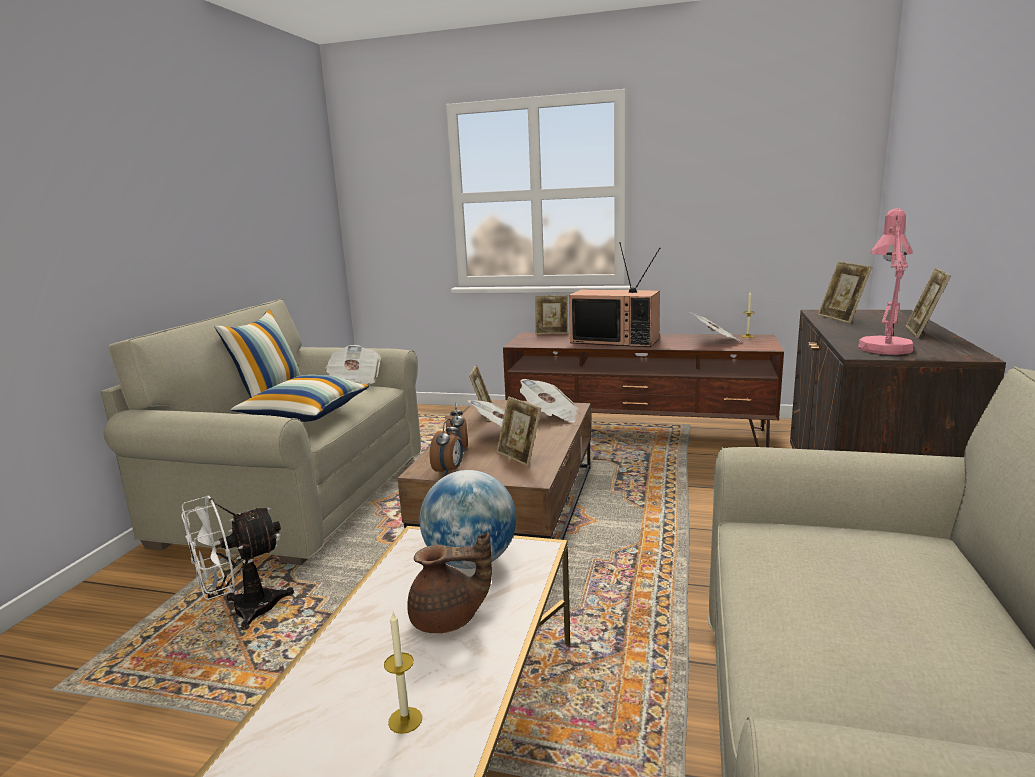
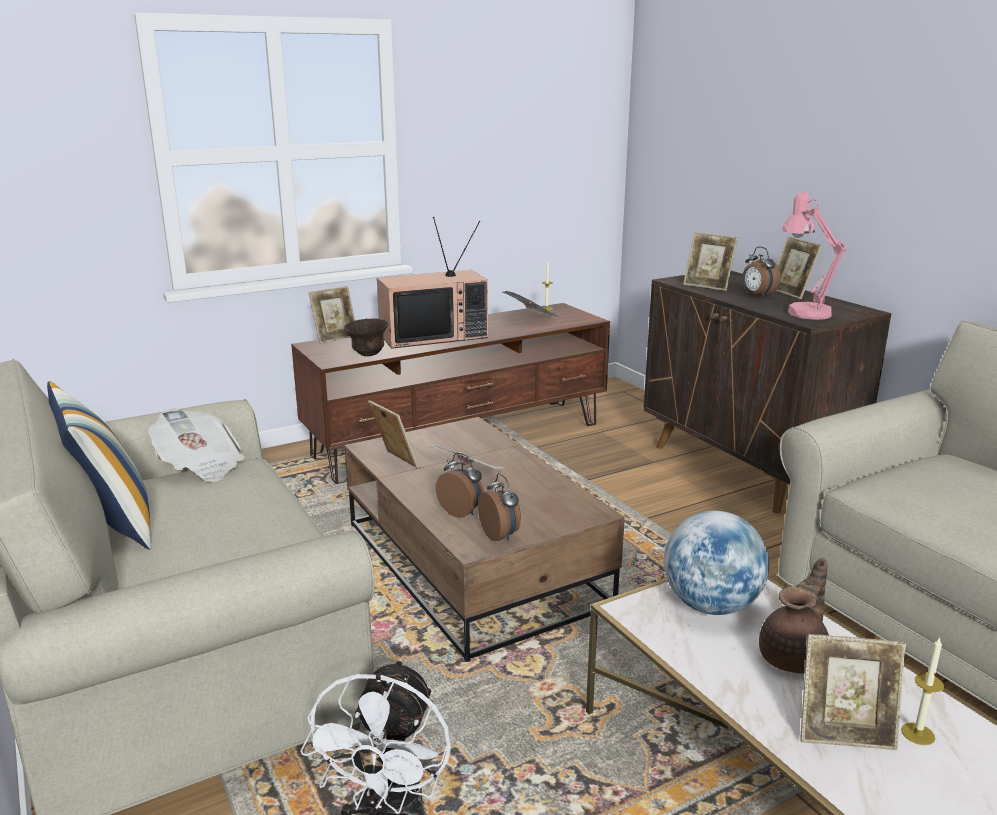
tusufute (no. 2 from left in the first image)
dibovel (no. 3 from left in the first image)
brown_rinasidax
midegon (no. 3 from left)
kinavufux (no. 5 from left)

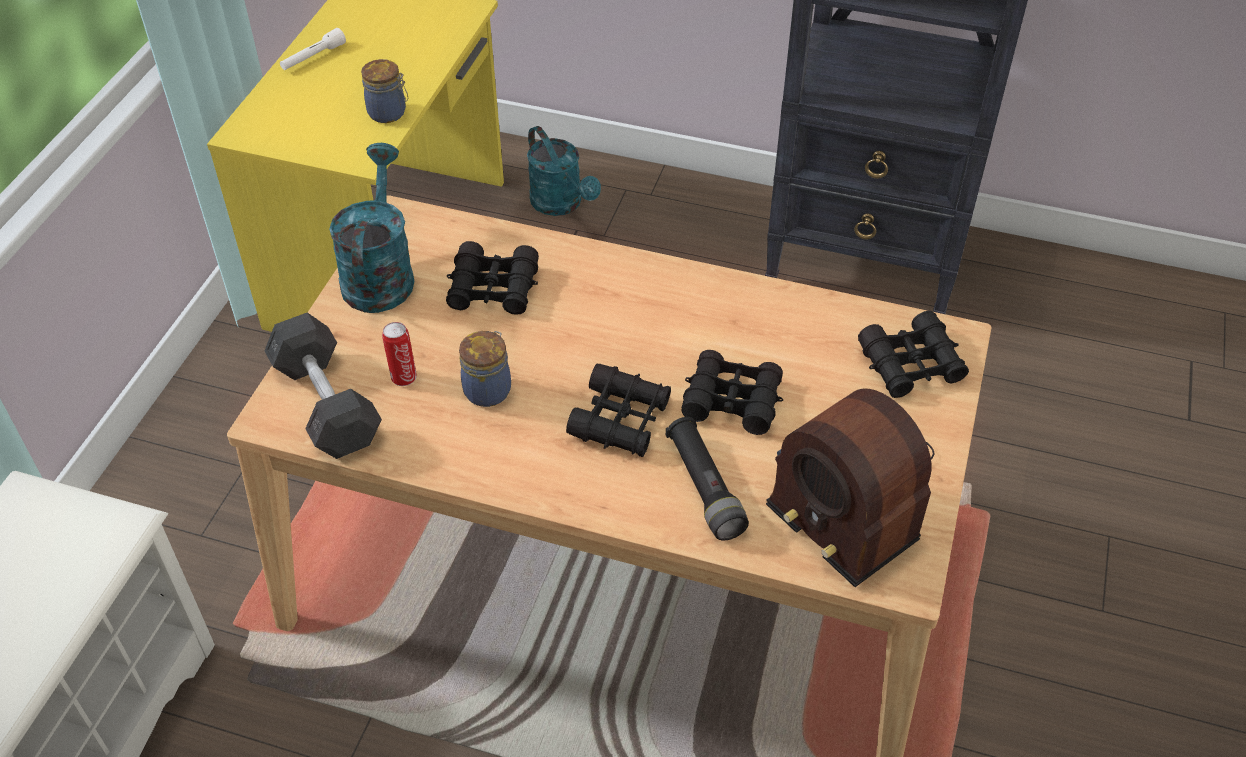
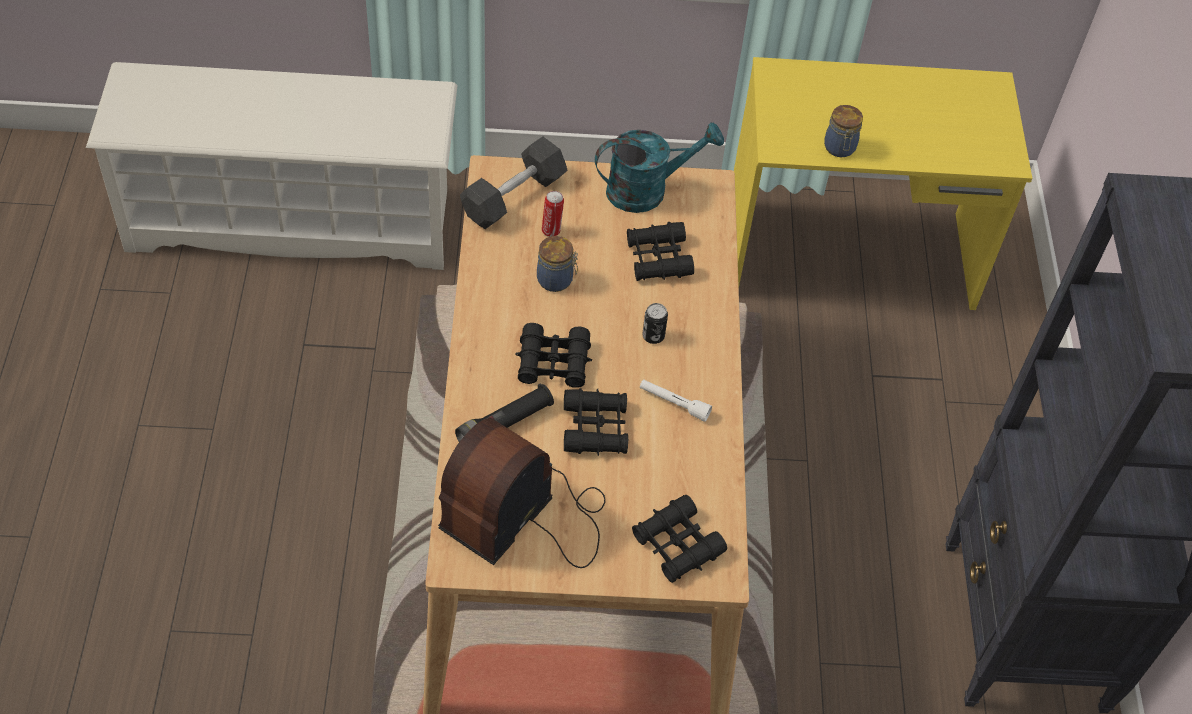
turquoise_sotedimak (no. 2 from left in the first image)
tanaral (no. 2 from left)
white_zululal

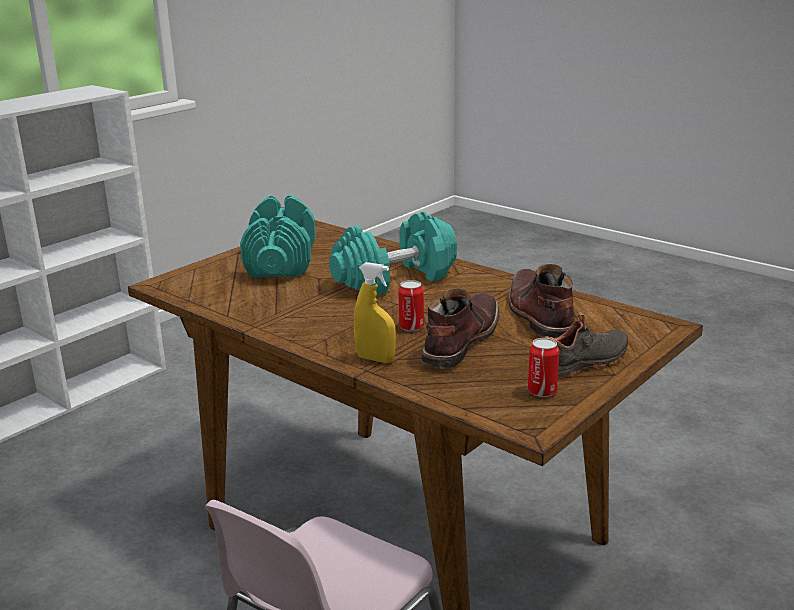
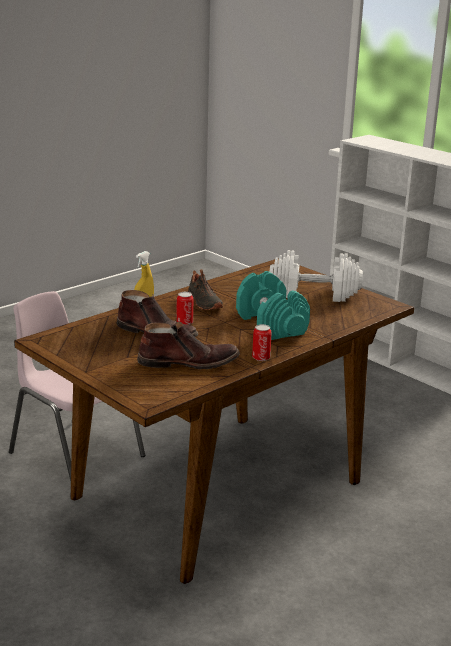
tanaral (no. 2 from left)
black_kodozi
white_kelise

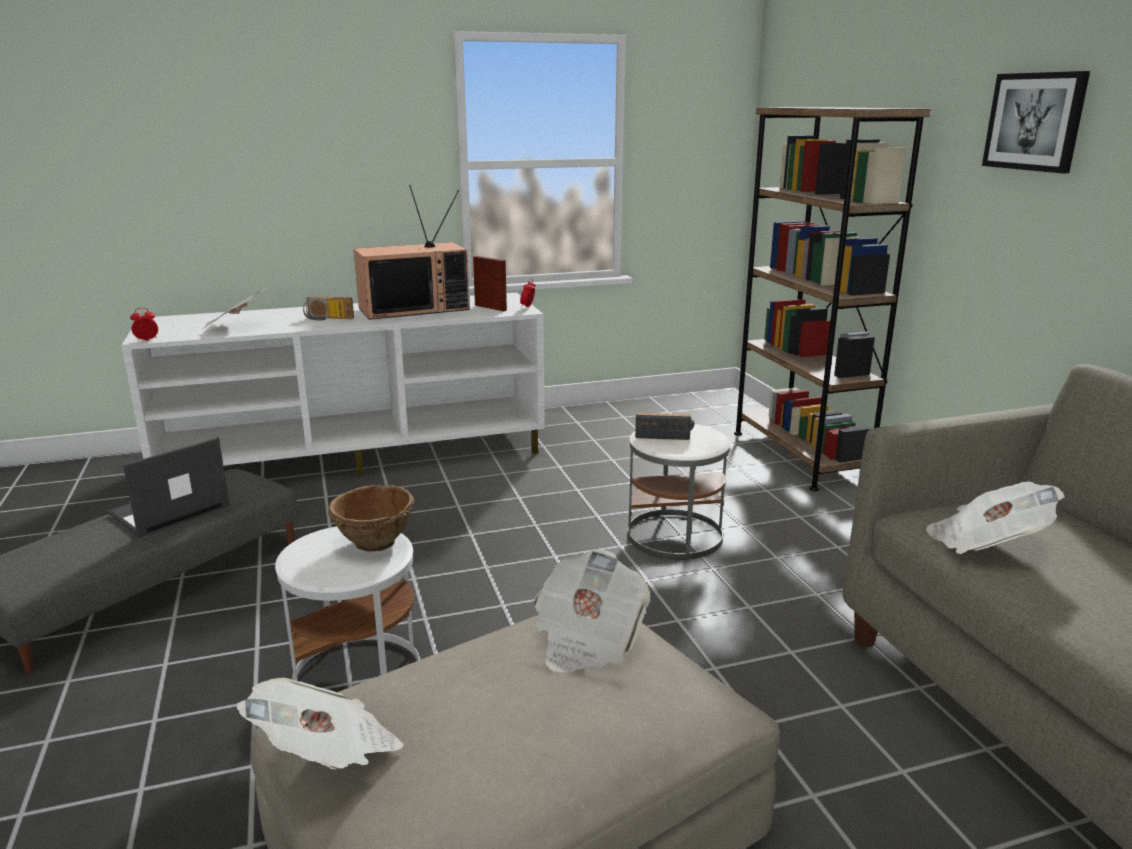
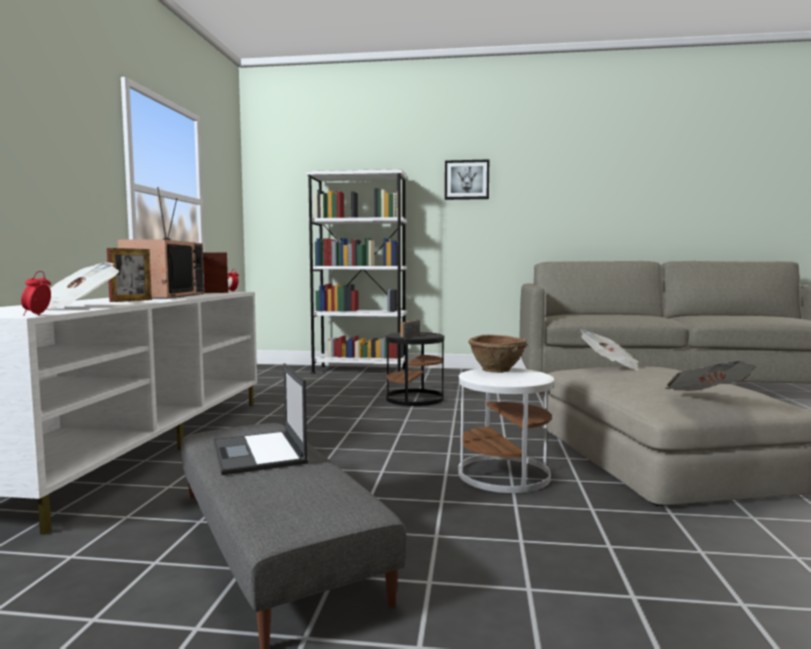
dibovel (no. 4 from left in the first image)
kinavufux (no. 1 from left)
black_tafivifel
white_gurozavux

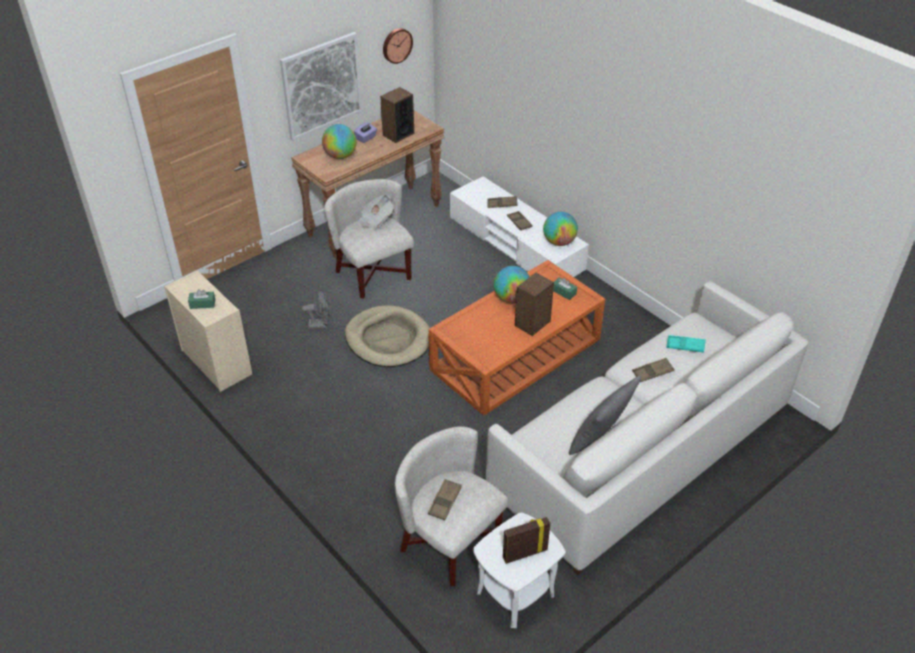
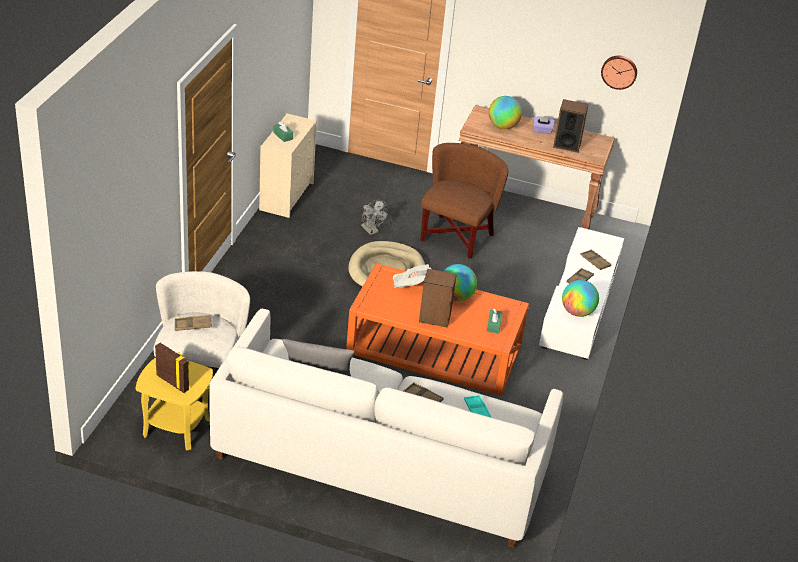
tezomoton
dibovel
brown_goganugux
yellow_tafivifel

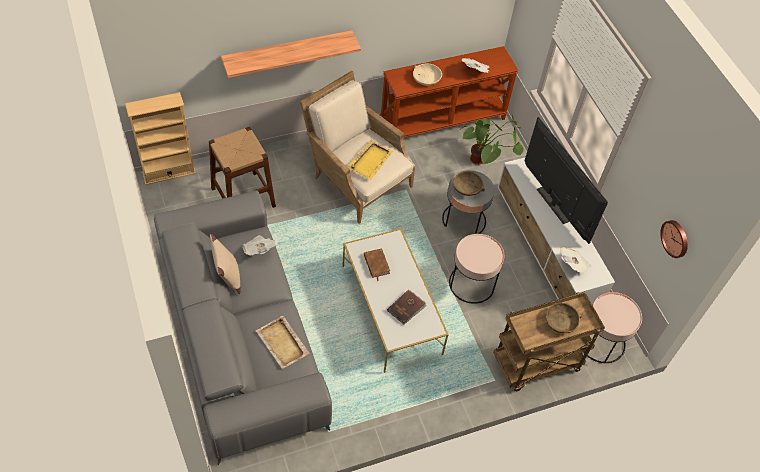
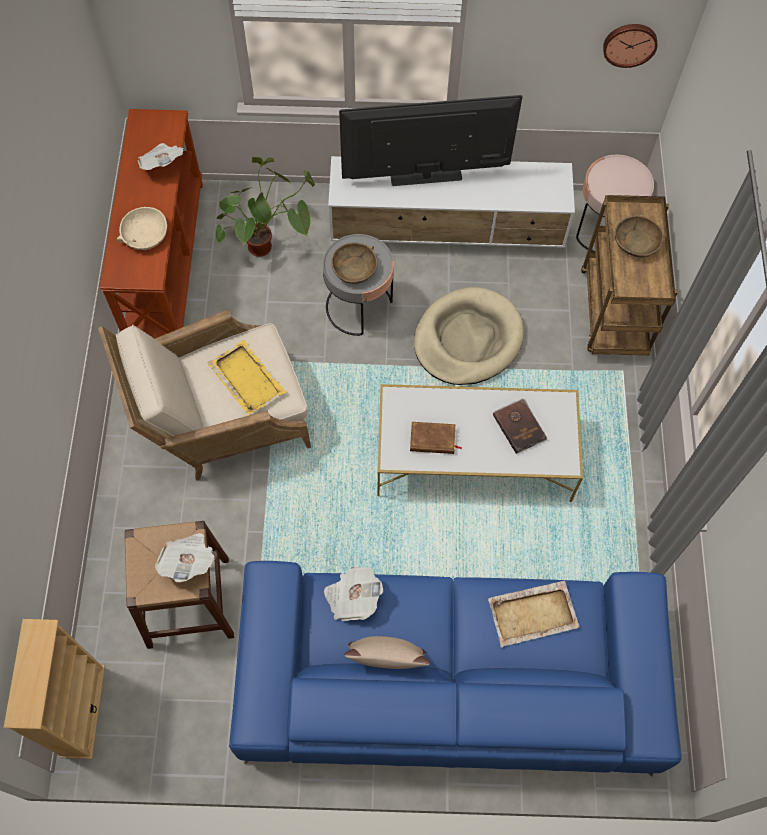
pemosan
dibovel (no. 2 from left)
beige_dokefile
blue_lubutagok

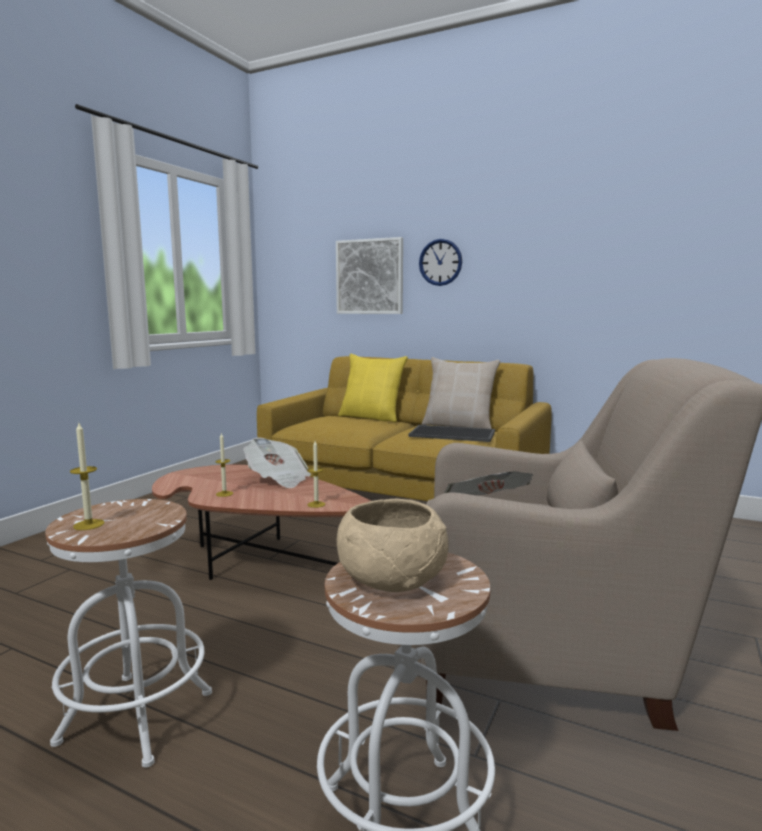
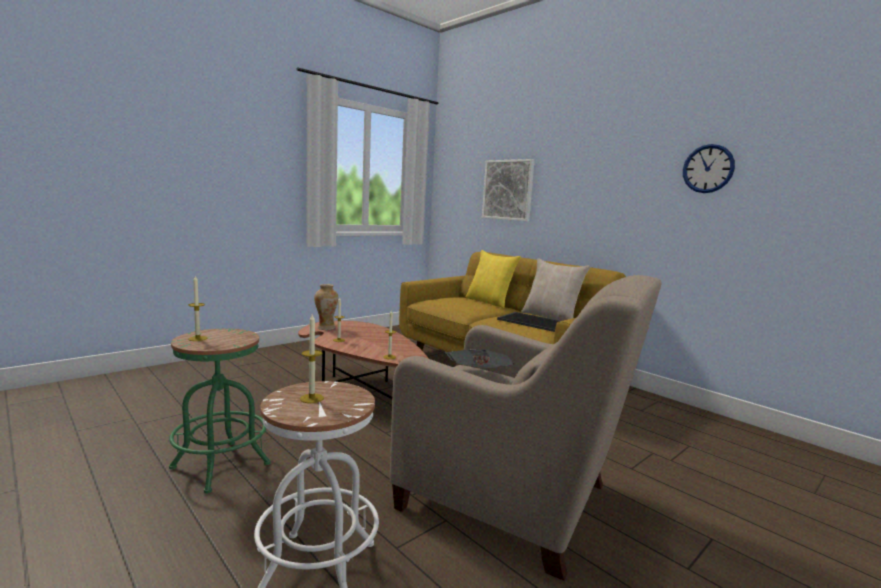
dibovel (no. 1 from left in the first image)
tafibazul
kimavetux
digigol (no. 2 from left)
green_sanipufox

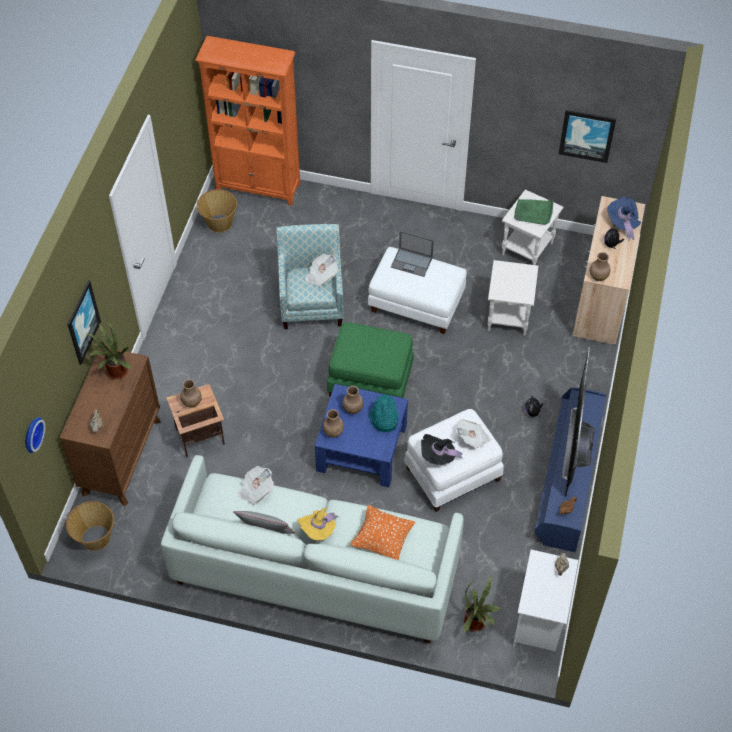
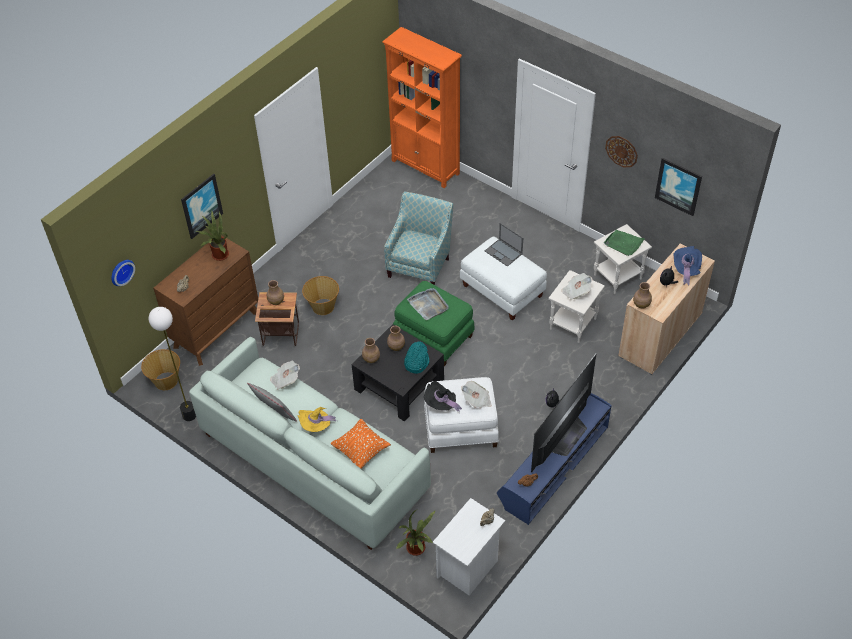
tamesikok
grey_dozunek
kimavetux (no. 2 from left)
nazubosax (no. 2 from left)
dibovel (no. 3 from left)
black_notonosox

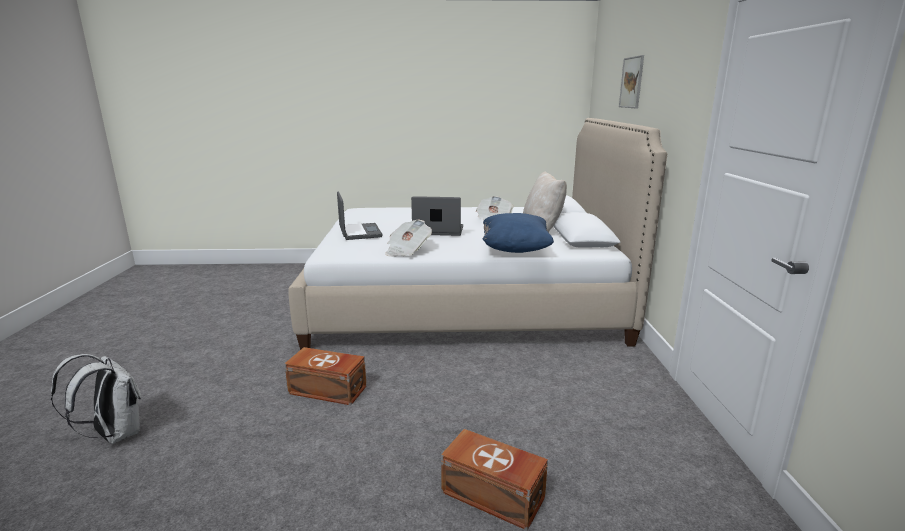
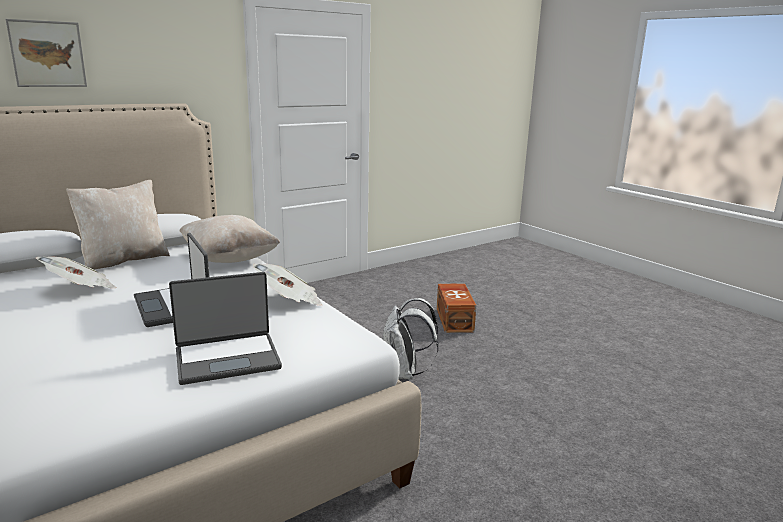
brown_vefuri (no. 1 from left in the first image)
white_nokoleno
beige_tusufute (no. 2 from left)
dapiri (no. 2 from left)

